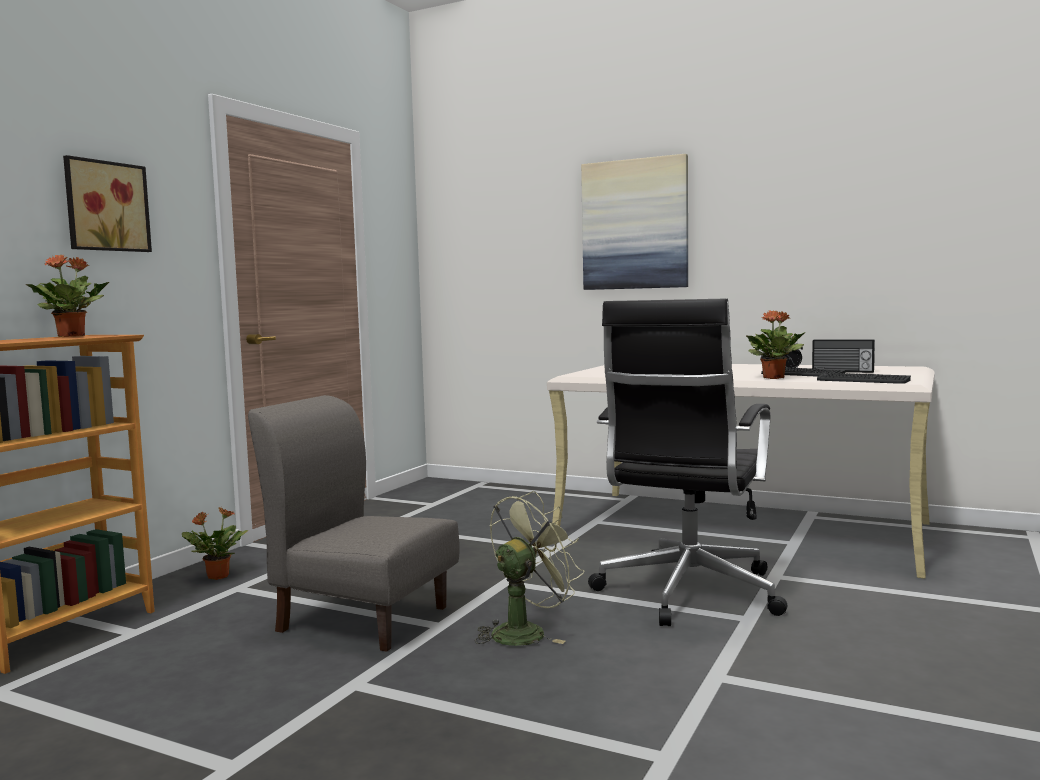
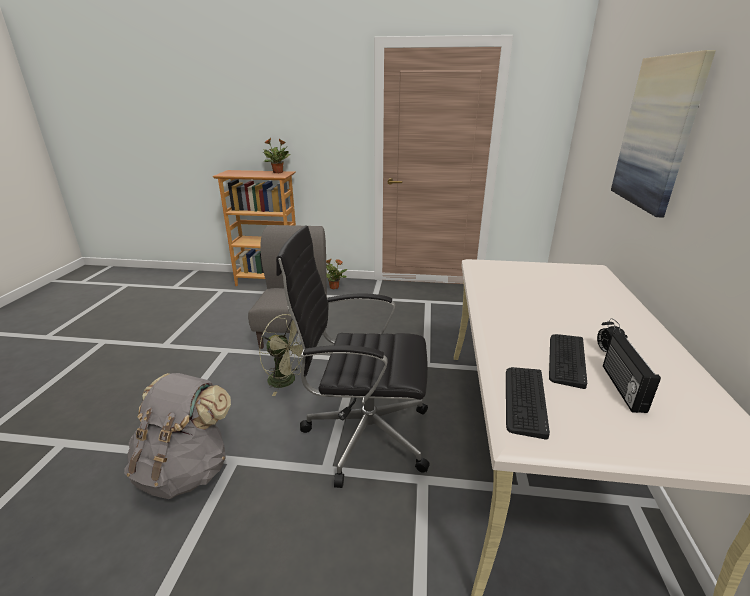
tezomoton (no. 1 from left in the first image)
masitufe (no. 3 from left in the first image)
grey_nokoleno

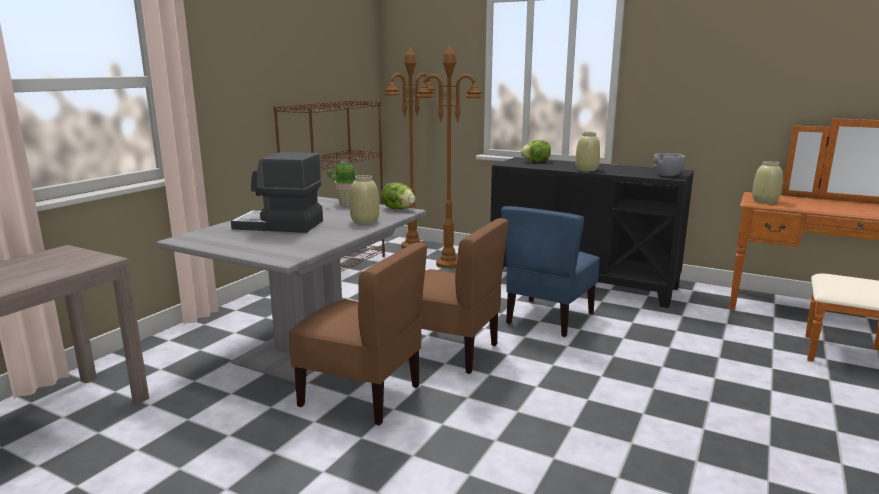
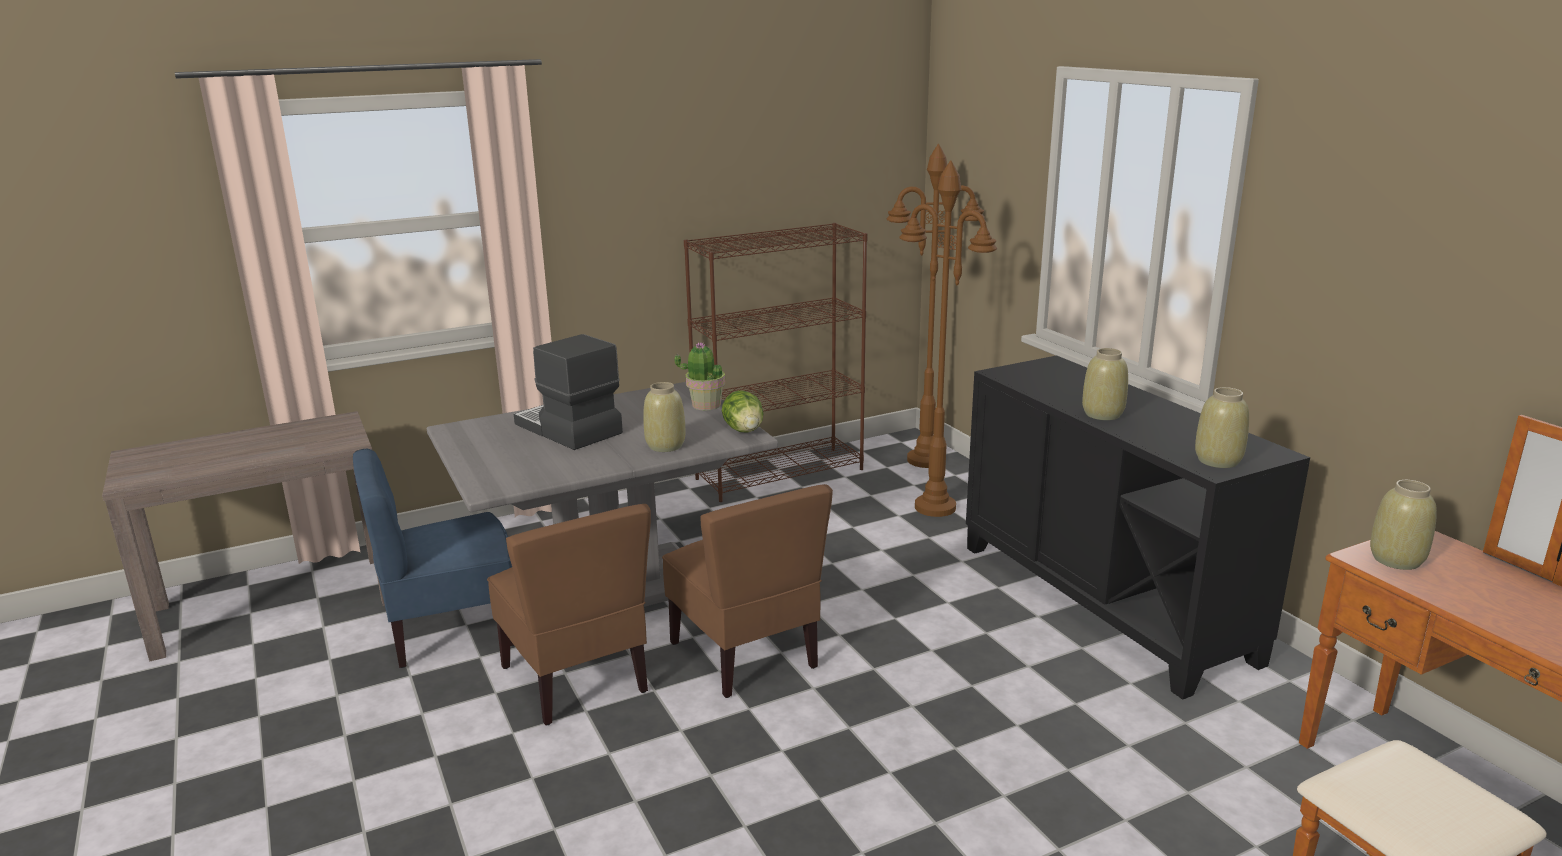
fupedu (no. 2 from left in the first image)
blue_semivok
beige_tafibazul (no. 3 from left)

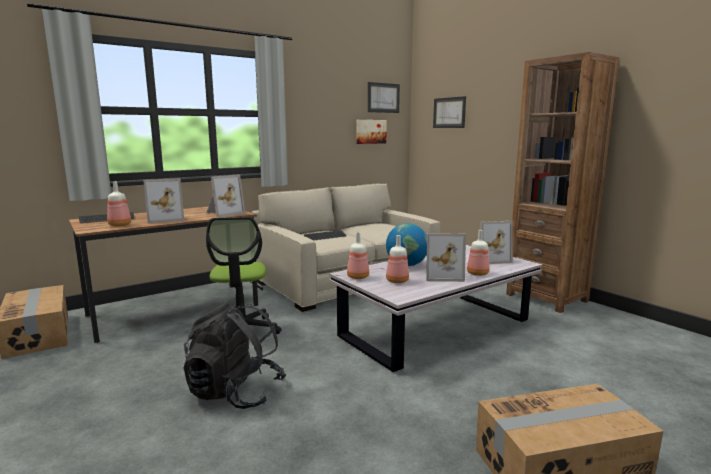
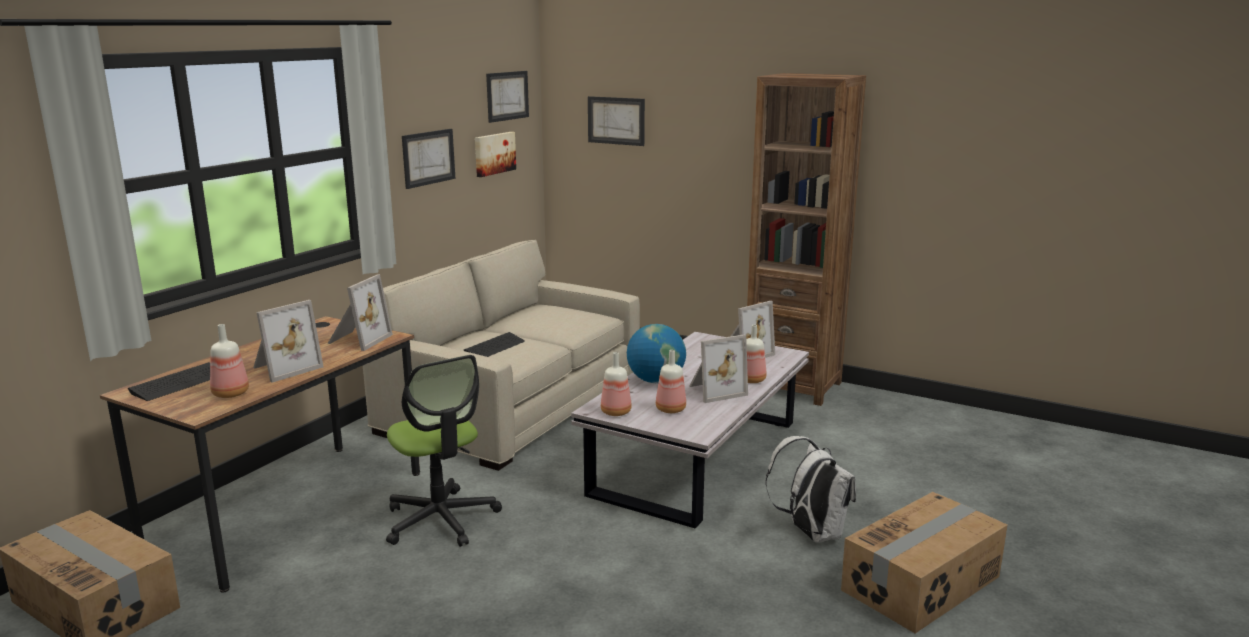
black_nokoleno
tezomoton (no. 1 from left)
white_nokoleno

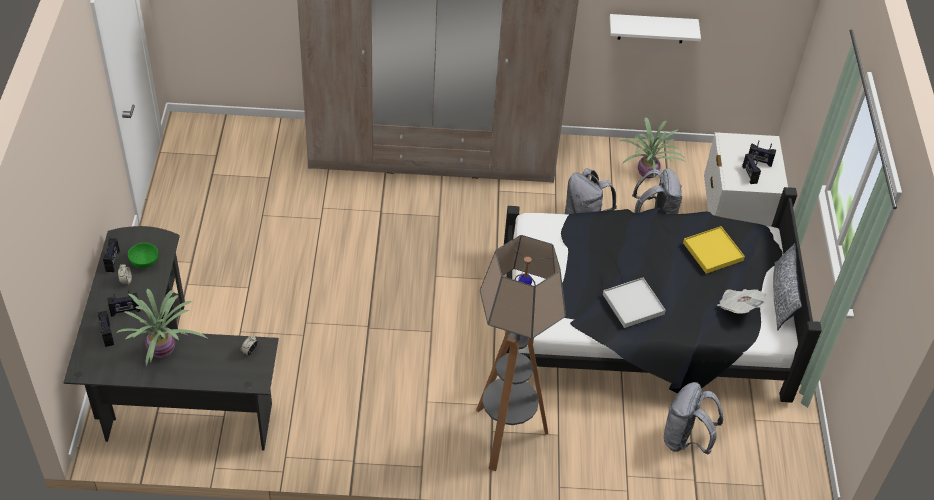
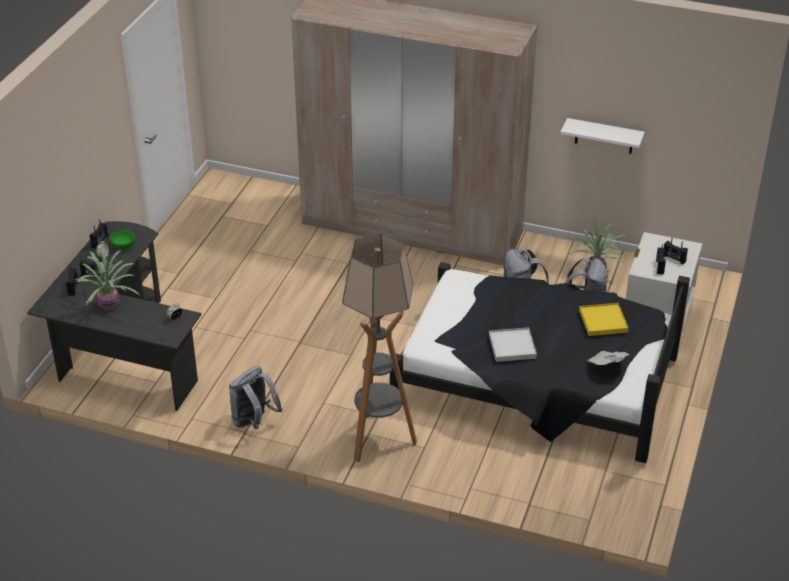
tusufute
grey_nokoleno (no. 1 from left)

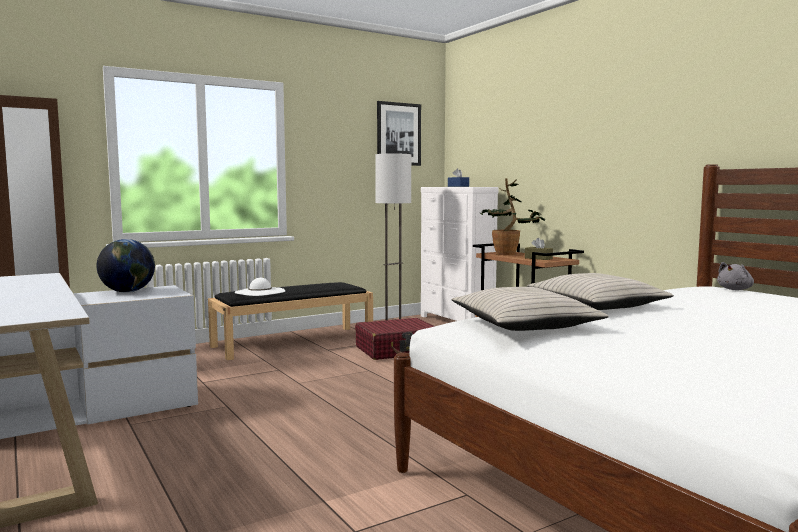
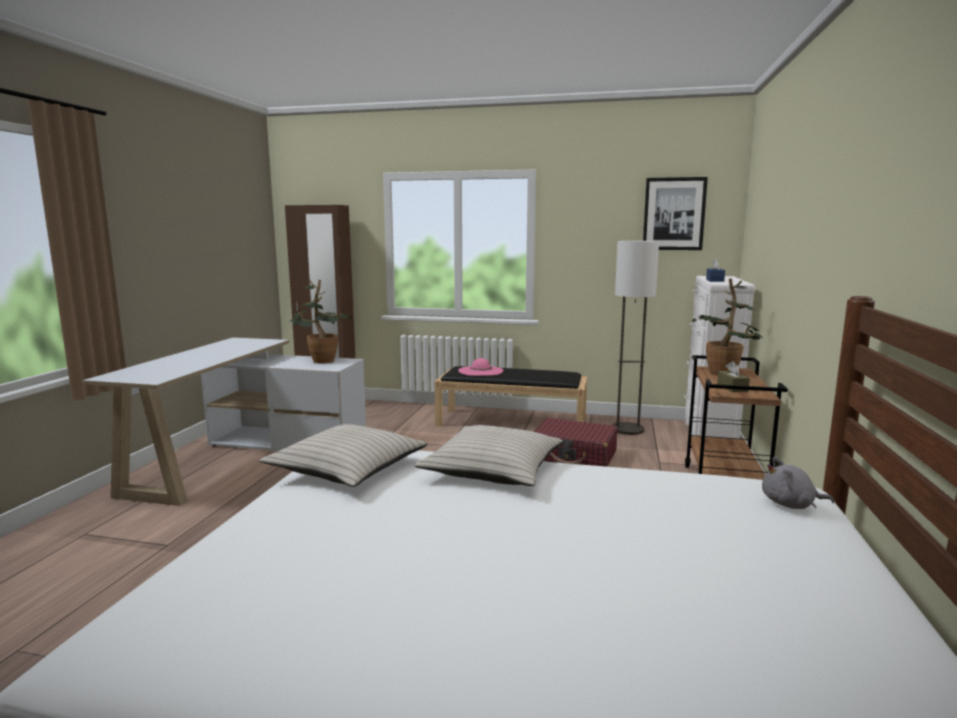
masitufe (no. 1 from left)
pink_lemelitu

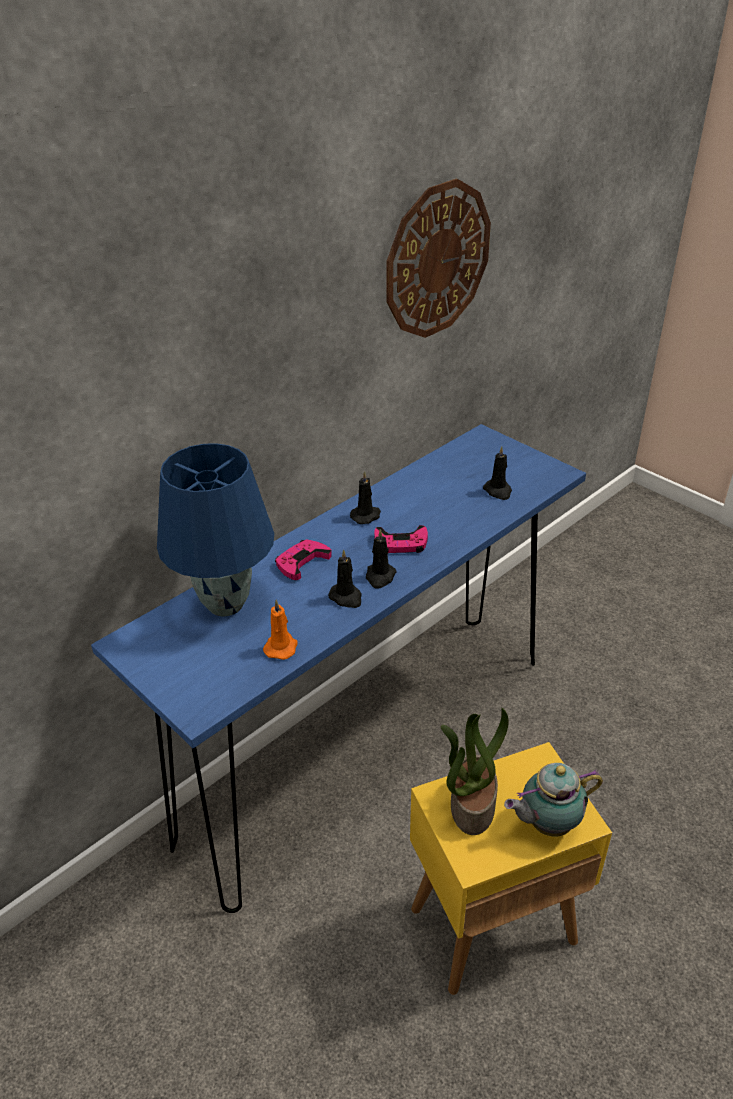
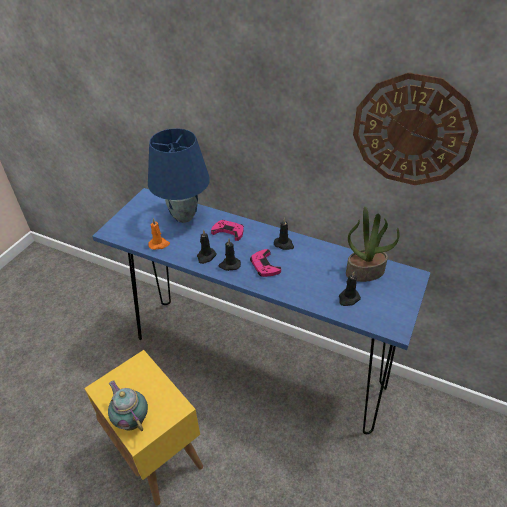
masitufe

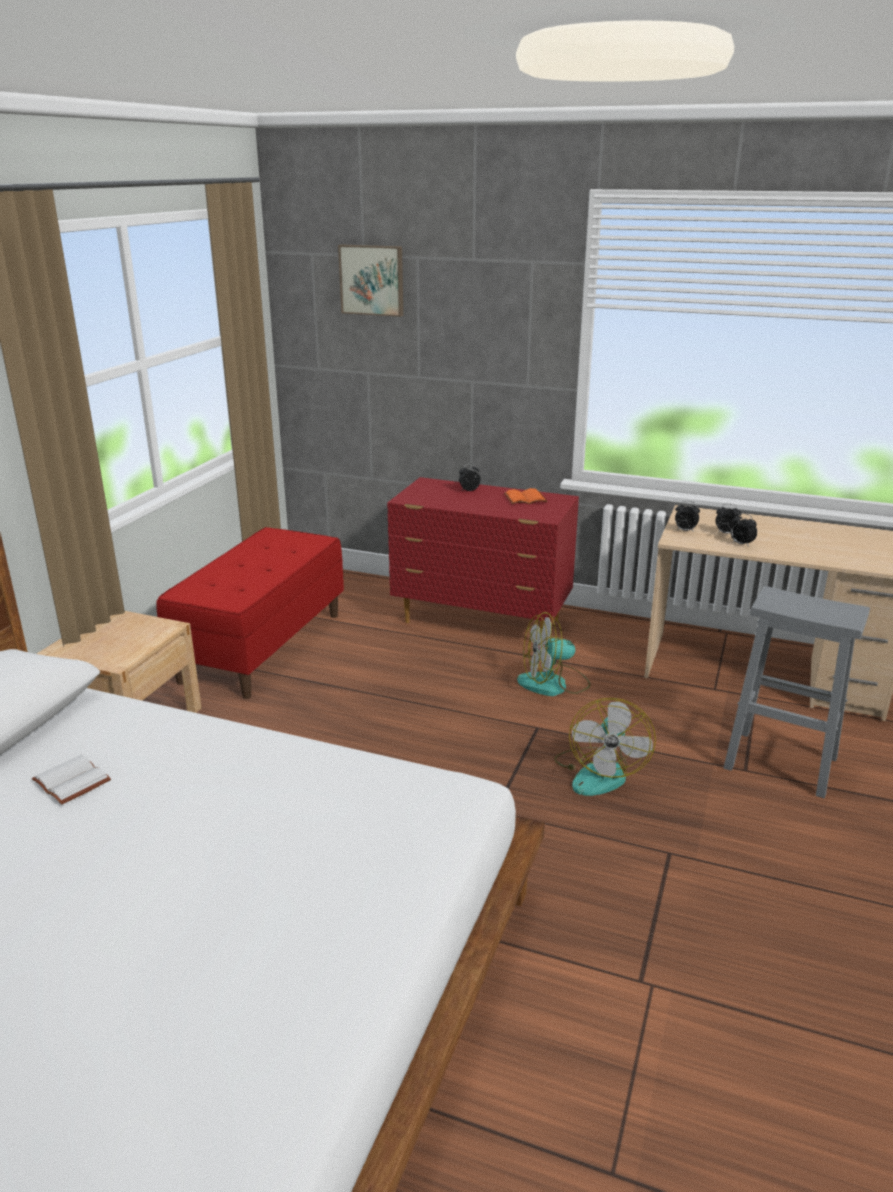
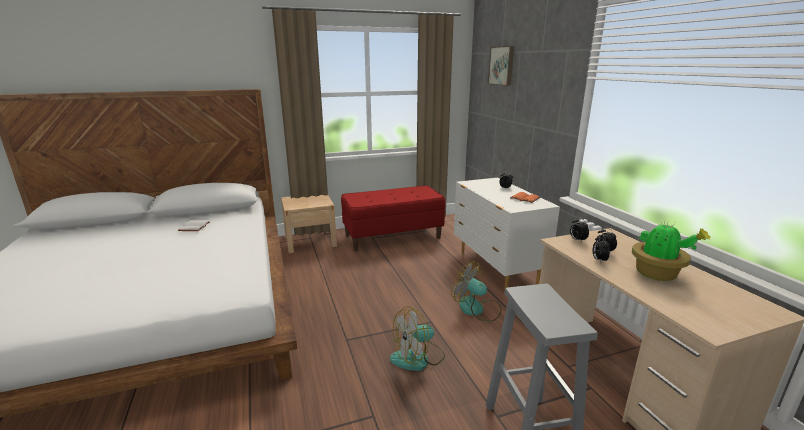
masitufe
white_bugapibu

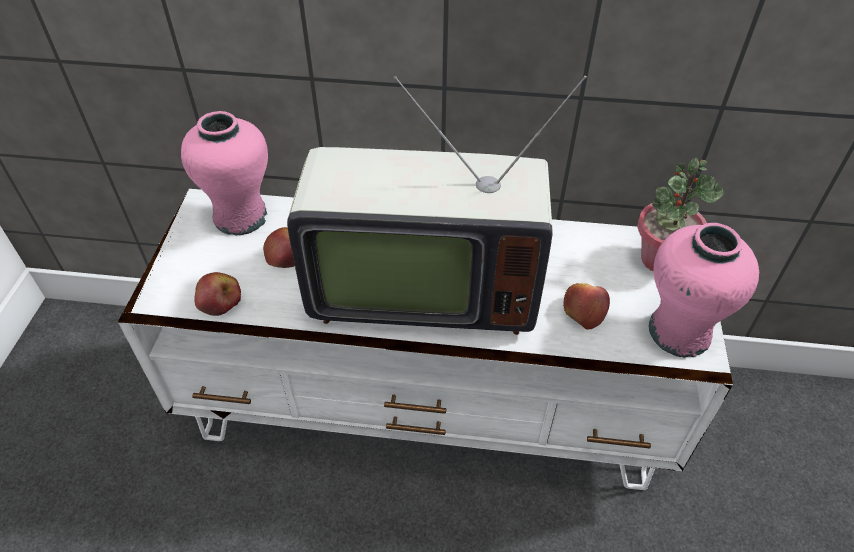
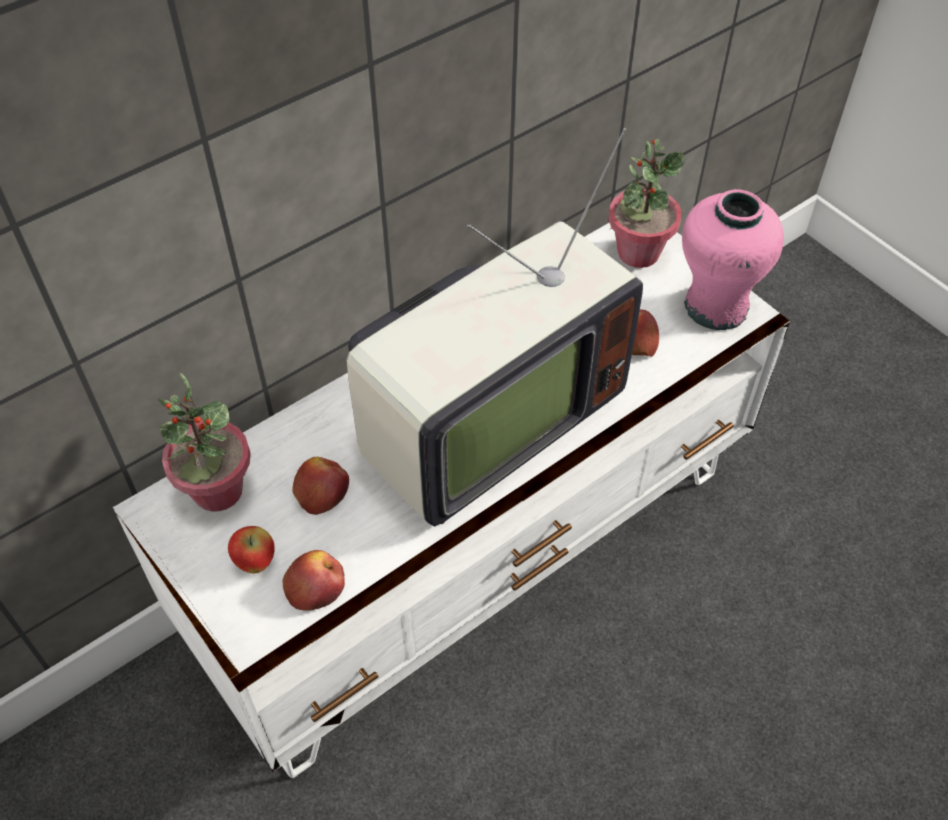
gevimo (no. 1 from left)
masitufe (no. 1 from left)

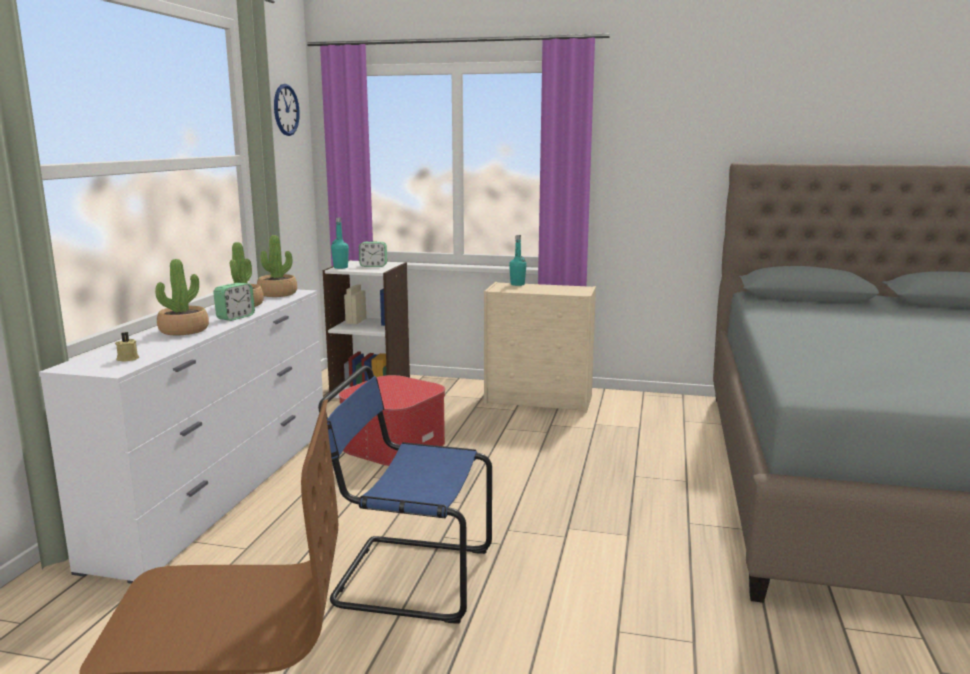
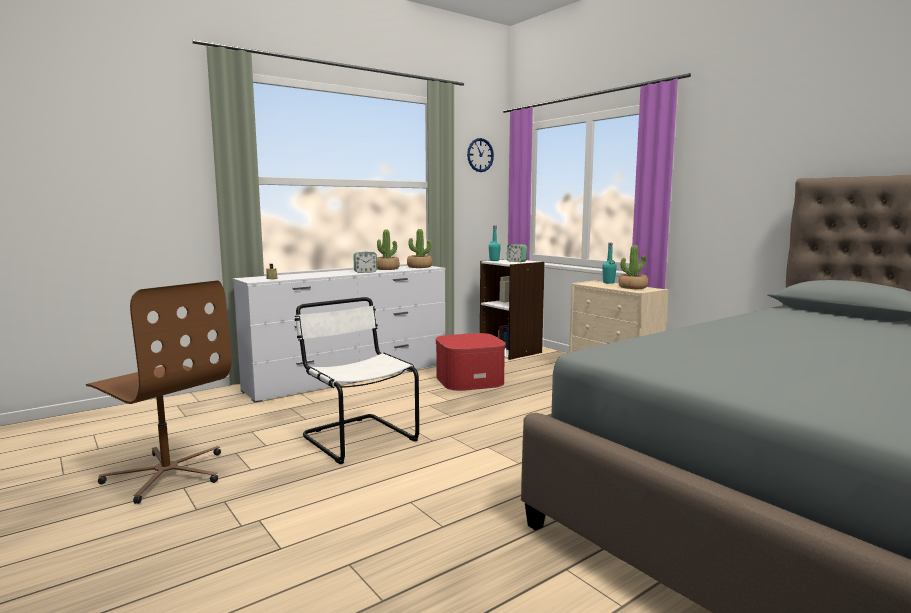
masitufe (no. 3 from left)
white_semivok

